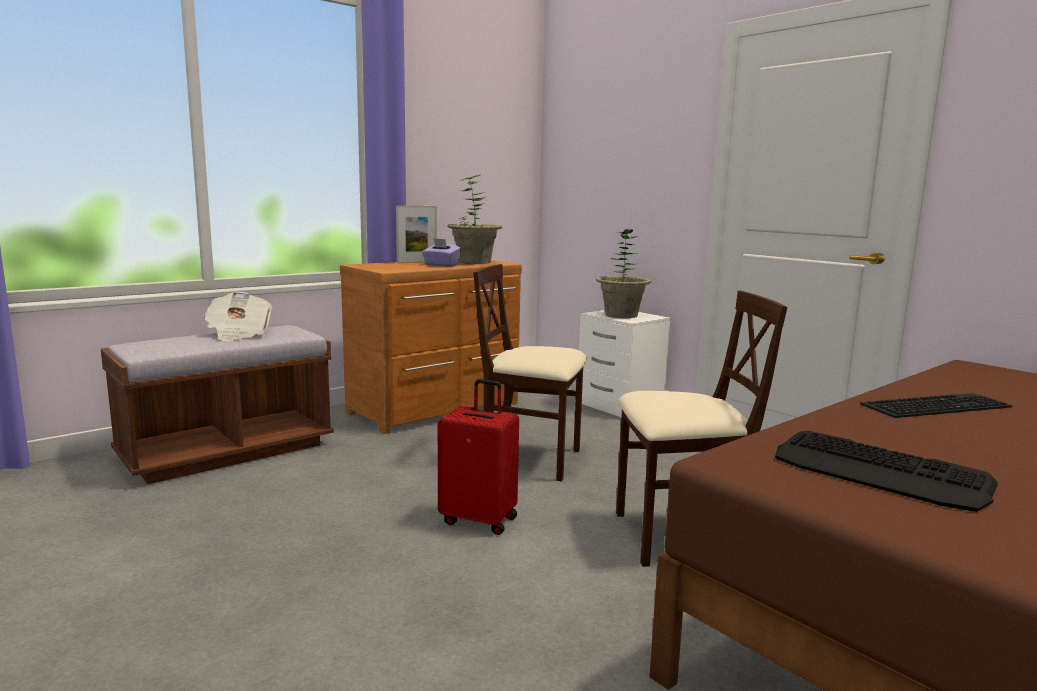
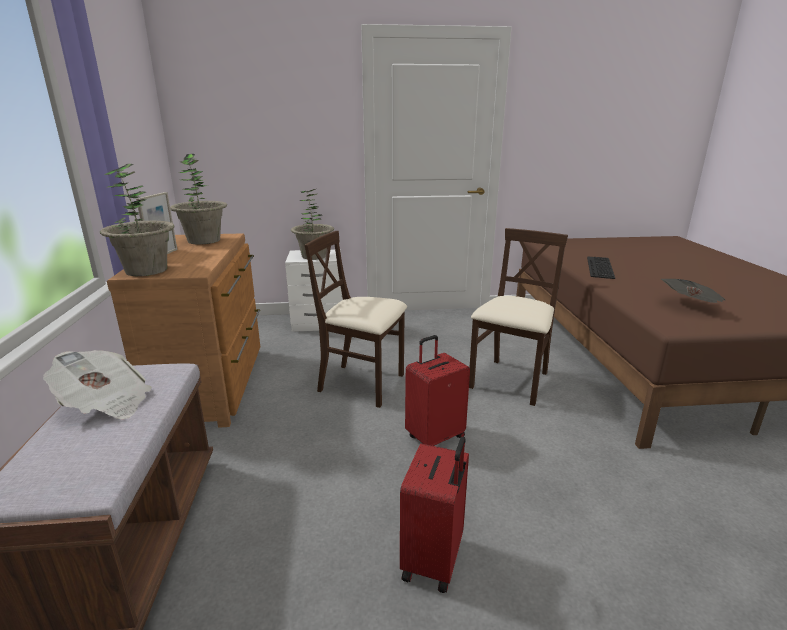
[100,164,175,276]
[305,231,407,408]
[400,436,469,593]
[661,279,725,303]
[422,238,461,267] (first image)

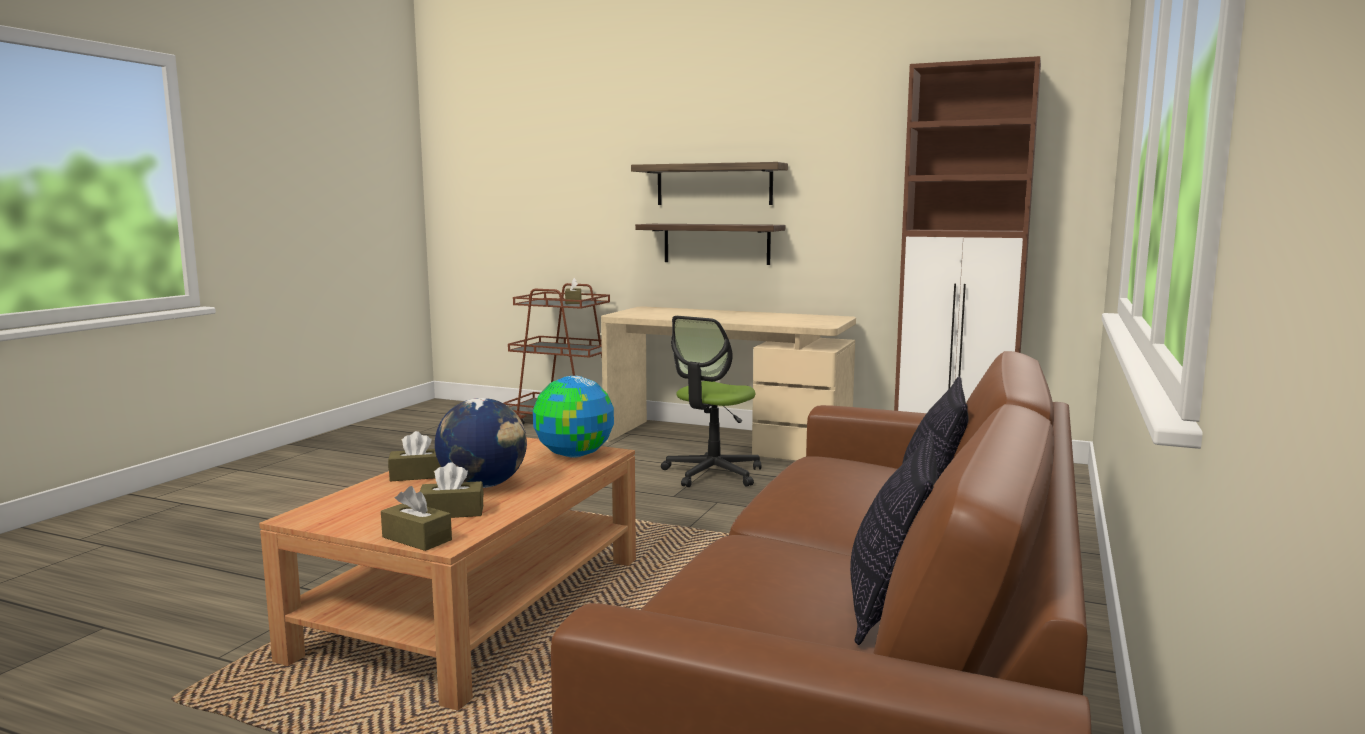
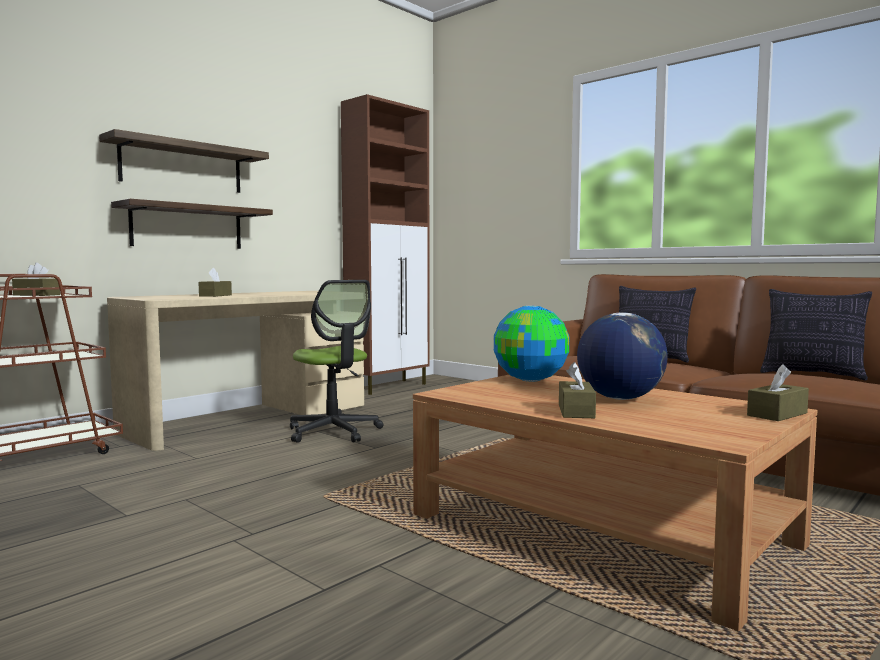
[198,267,232,297]

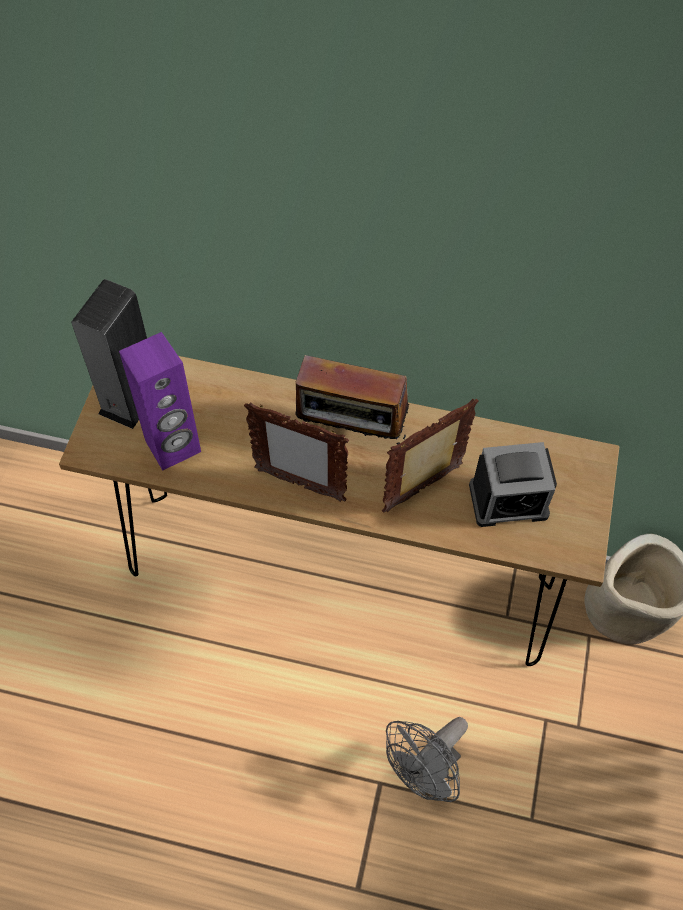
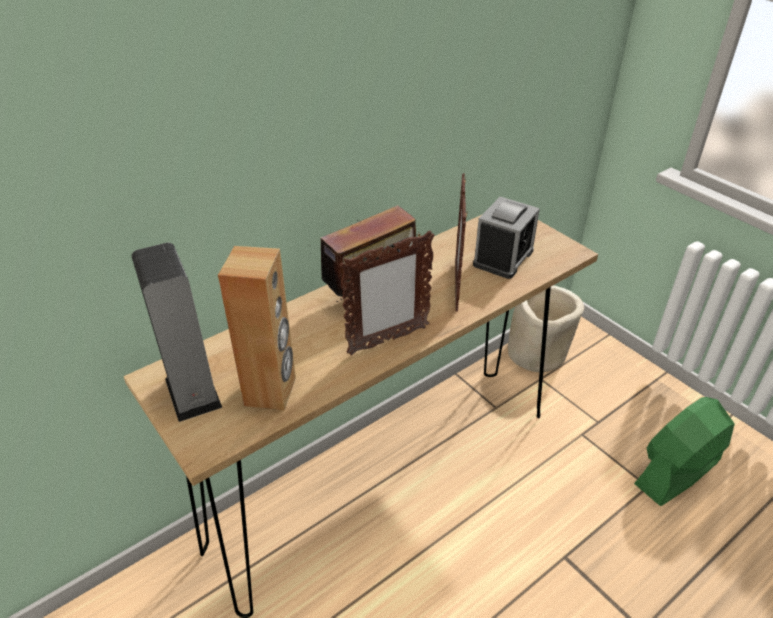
[218,246,296,410]
[634,397,735,506]
[386,717,468,802] (first image)

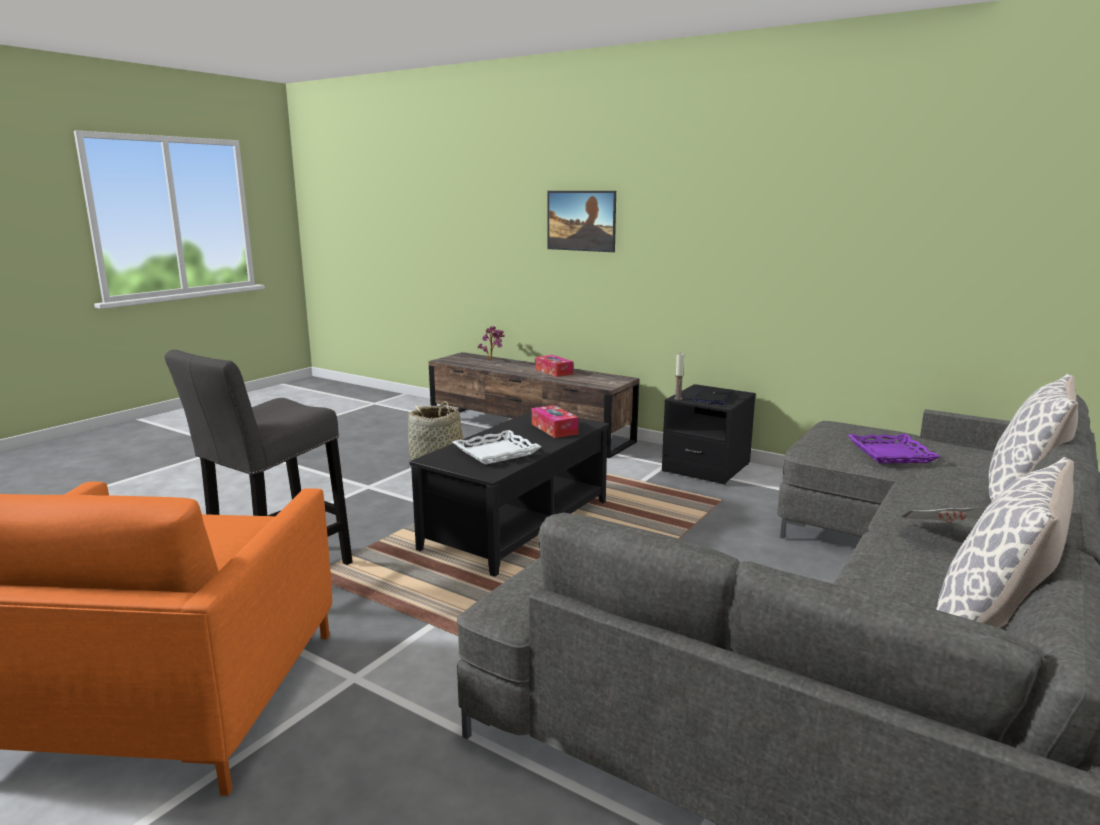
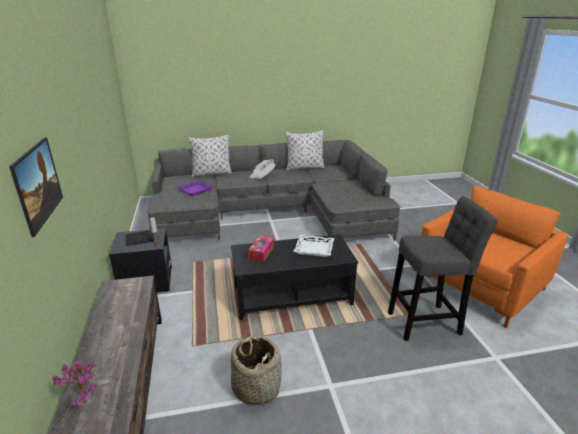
[535,355,573,377] (first image)

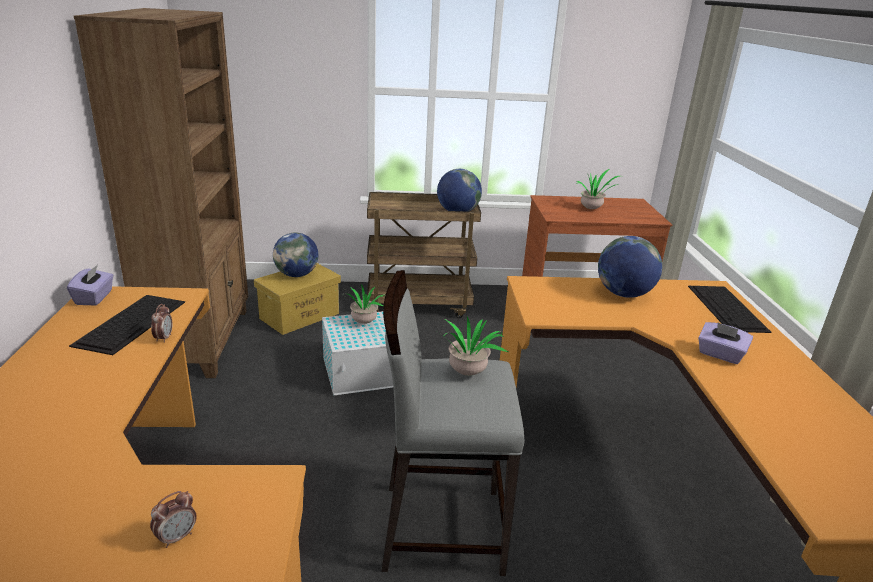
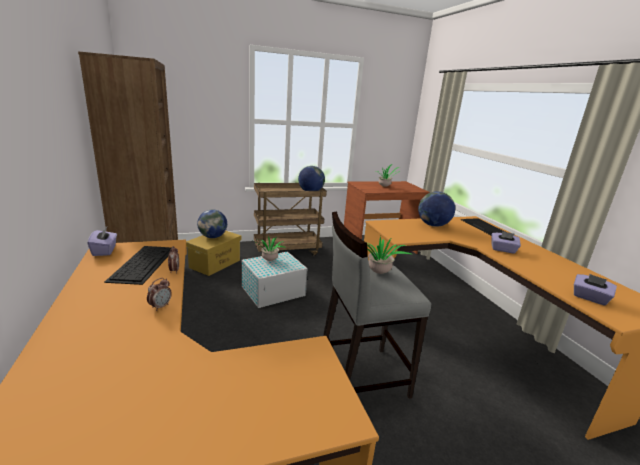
[147,278,172,311]
[574,274,617,306]

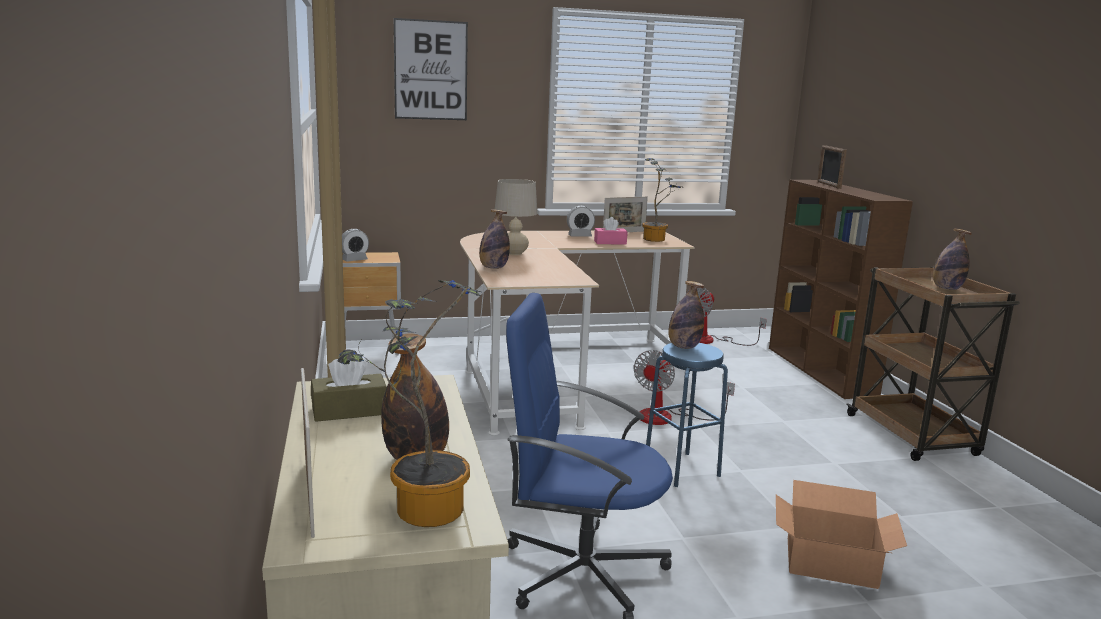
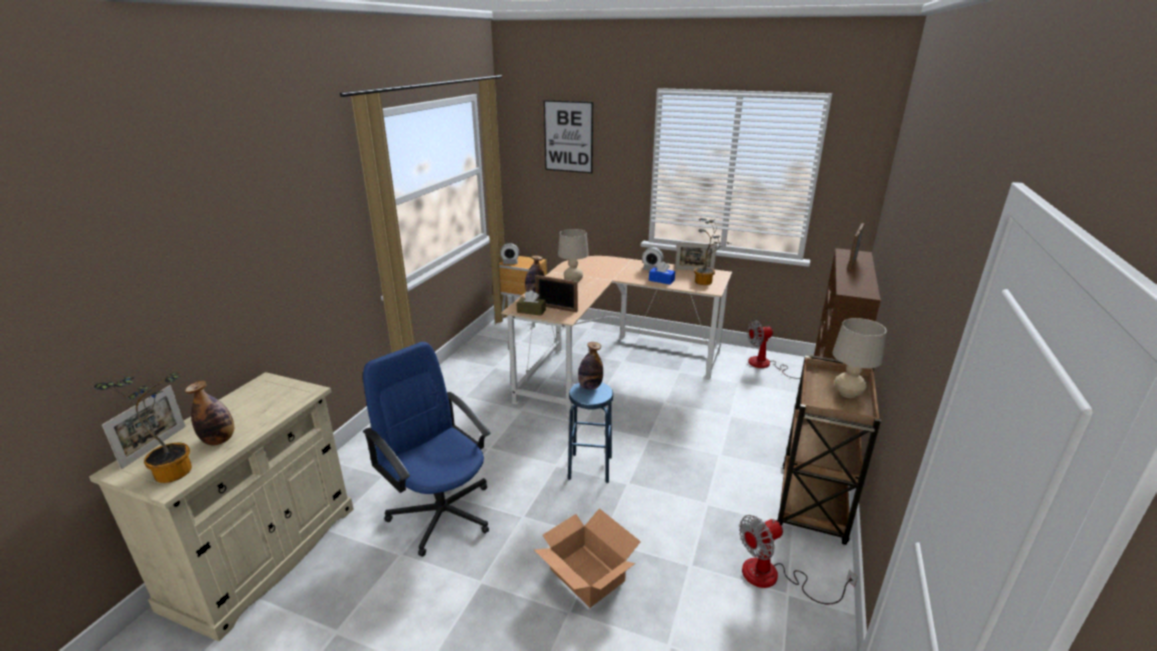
[516,290,546,316]
[535,275,578,312]
[649,262,675,285]
[739,515,858,604]
[833,318,887,398]

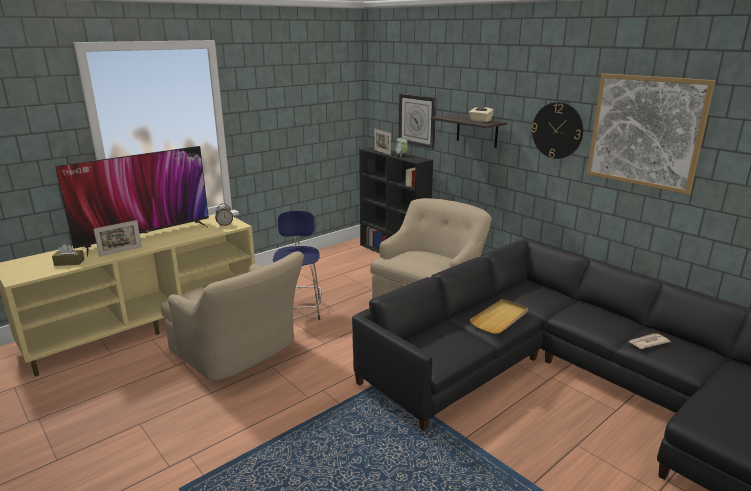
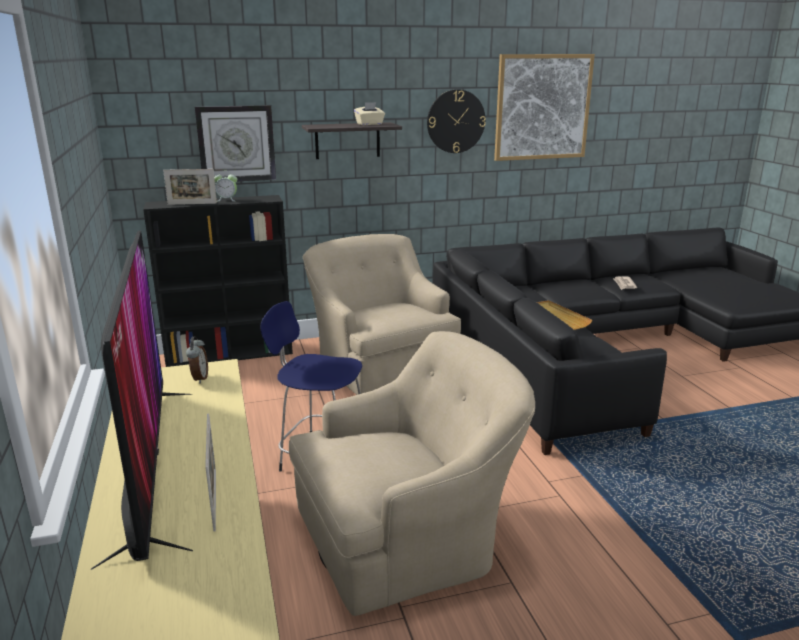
[52,244,85,266] (first image)

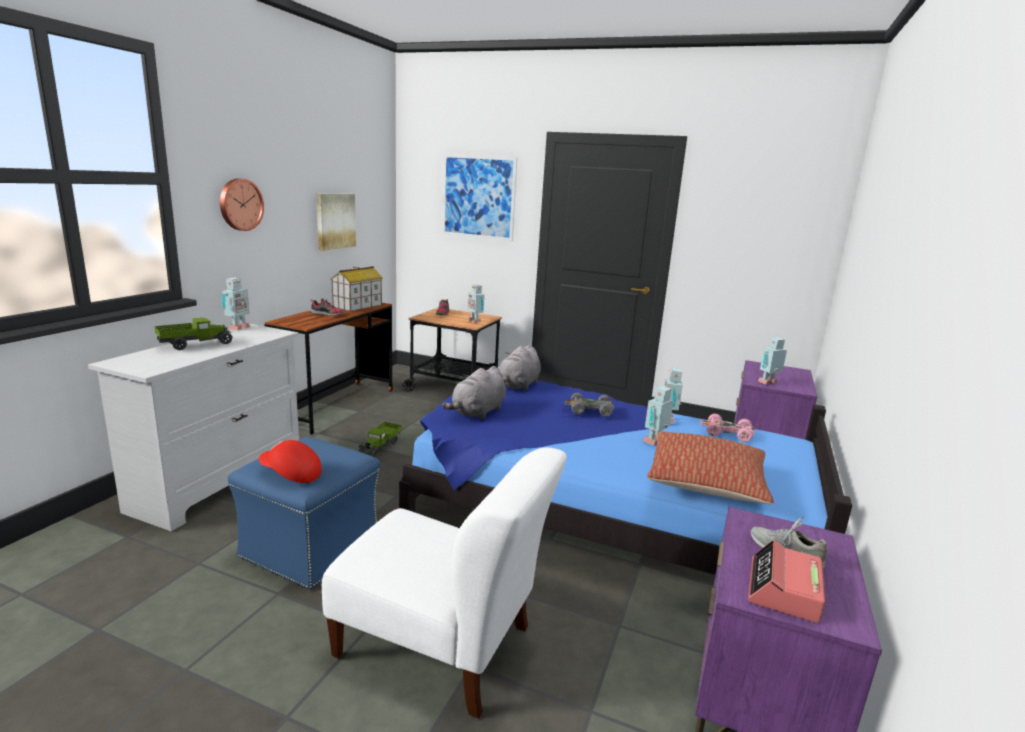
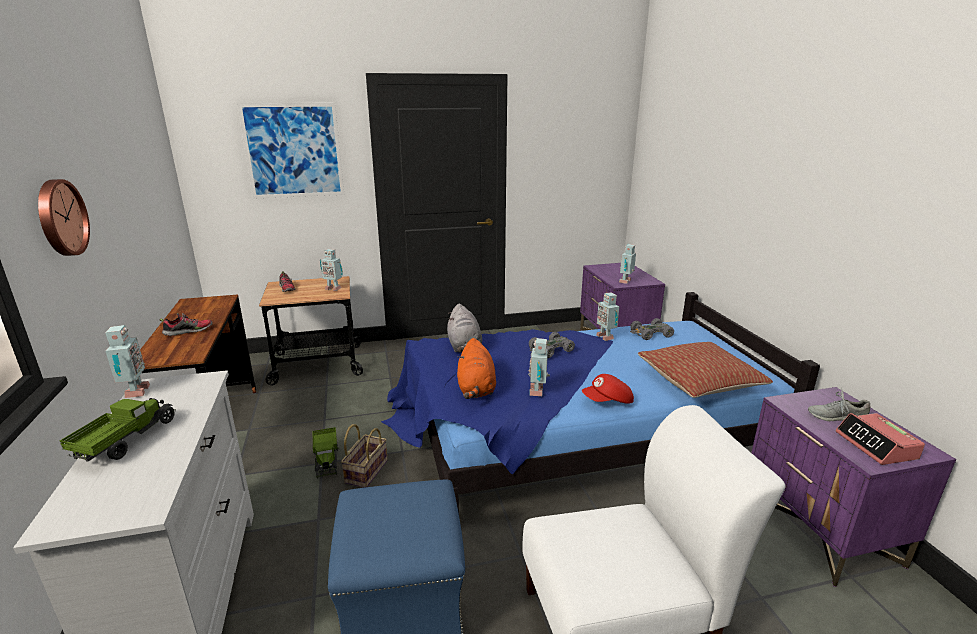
[341,424,388,488]
[457,338,496,399]
[528,338,550,396]
[582,374,634,404]
[630,318,674,340]
[316,194,356,251] (first image)
[330,266,383,312] (first image)

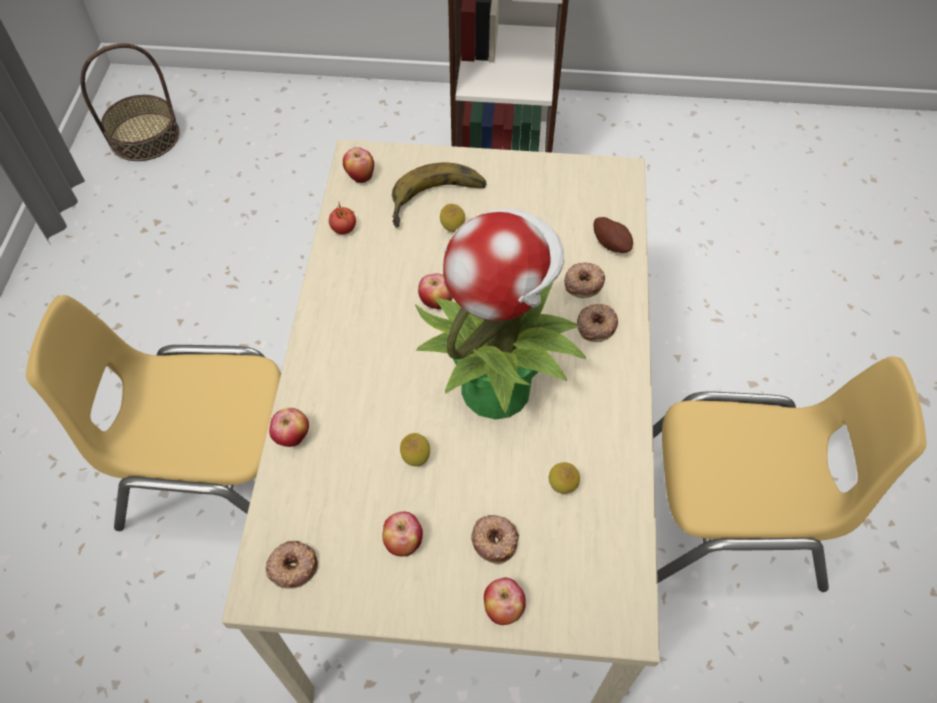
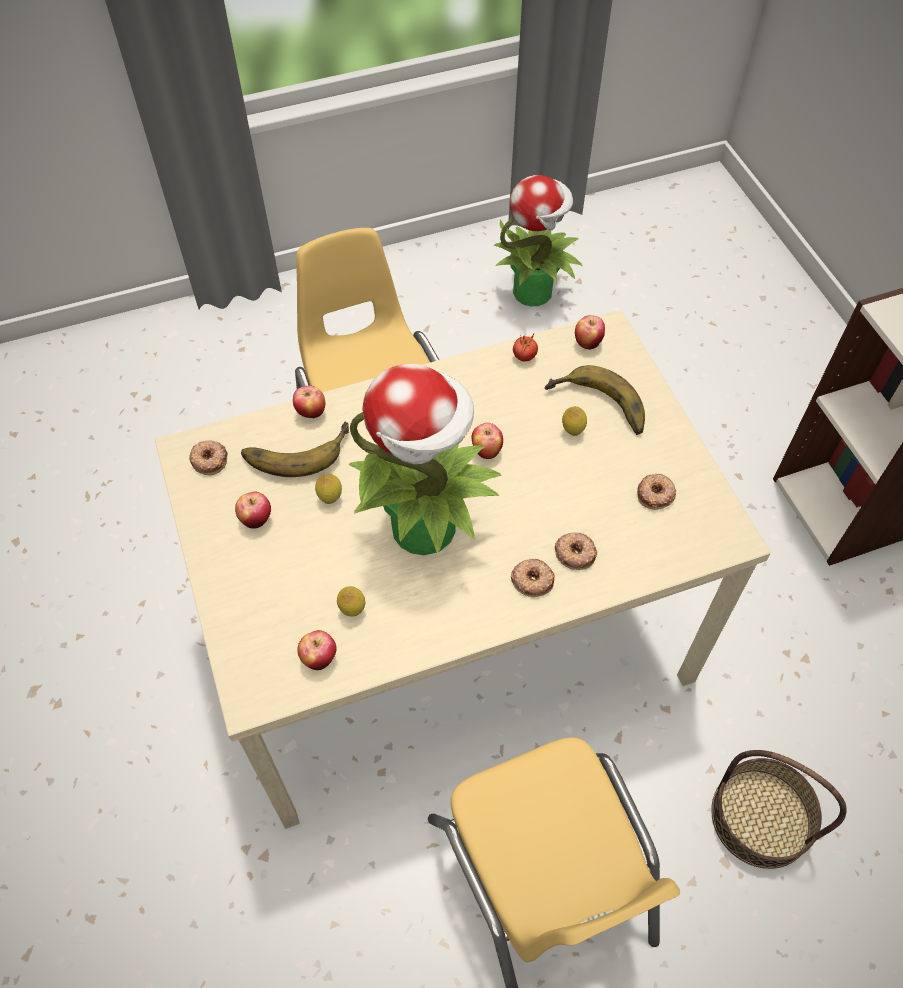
[241,422,349,477]
[297,630,336,670]
[493,175,582,307]
[637,474,676,510]
[711,750,847,869]
[594,217,633,253] (first image)

